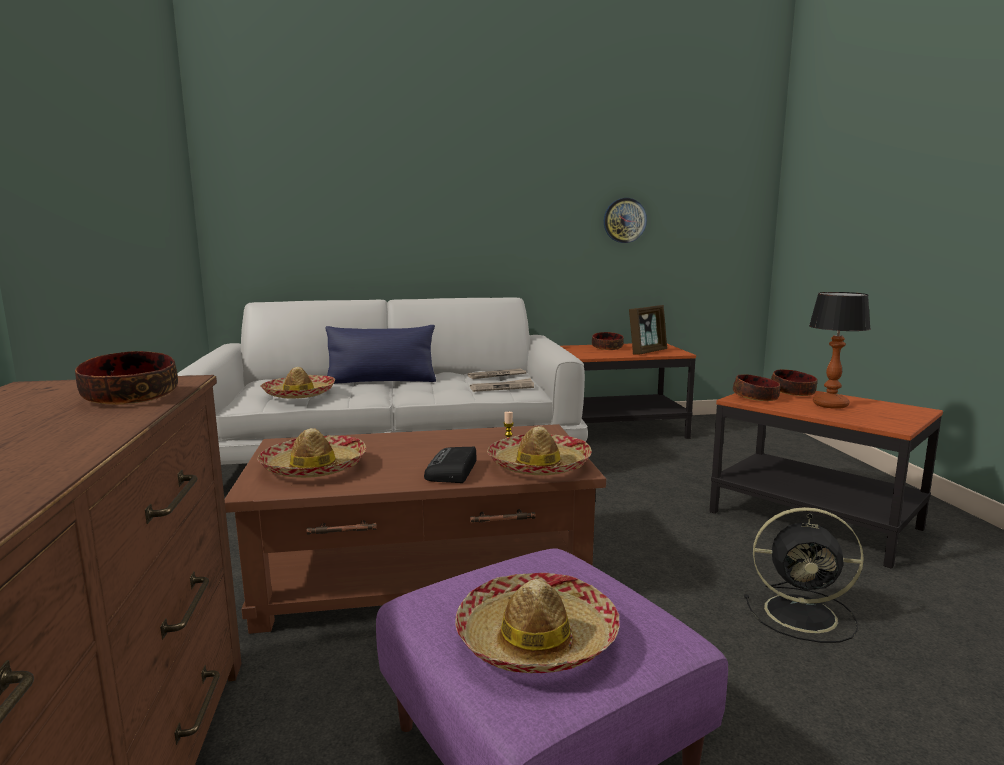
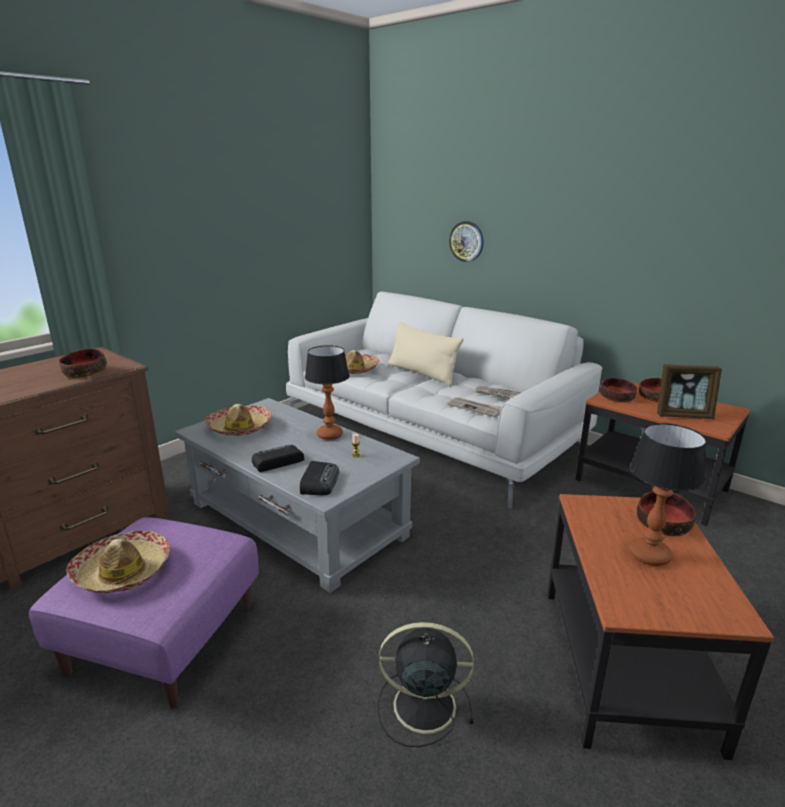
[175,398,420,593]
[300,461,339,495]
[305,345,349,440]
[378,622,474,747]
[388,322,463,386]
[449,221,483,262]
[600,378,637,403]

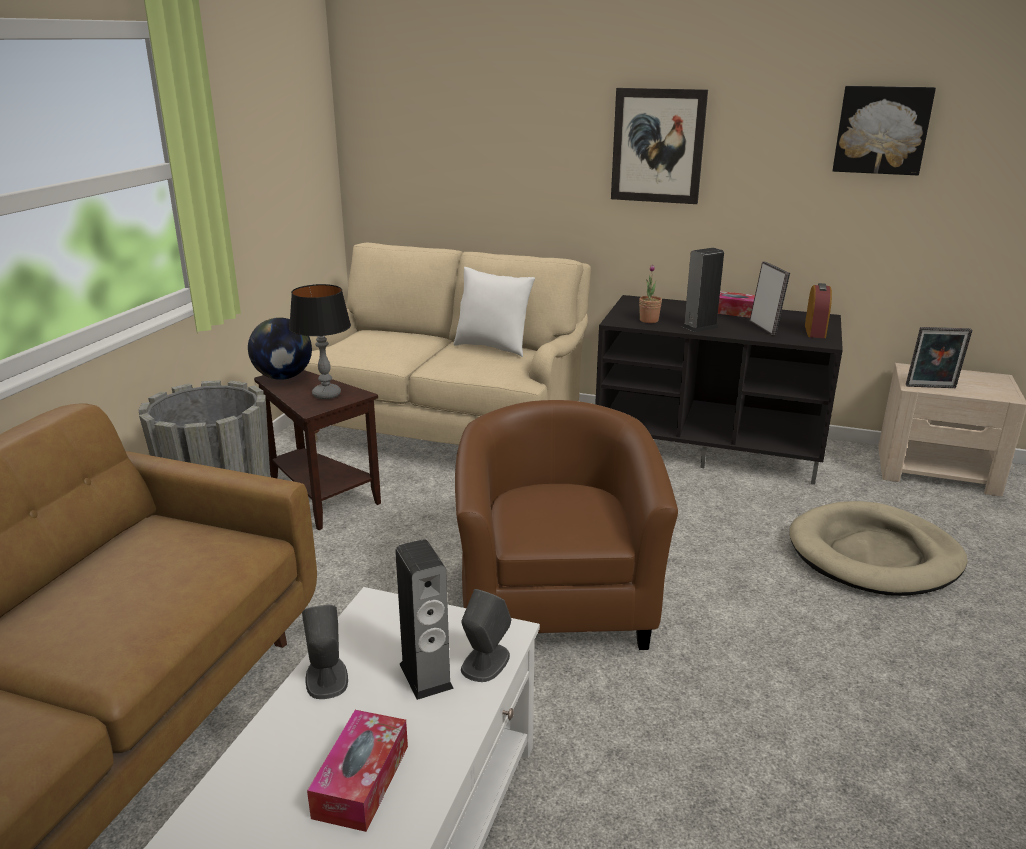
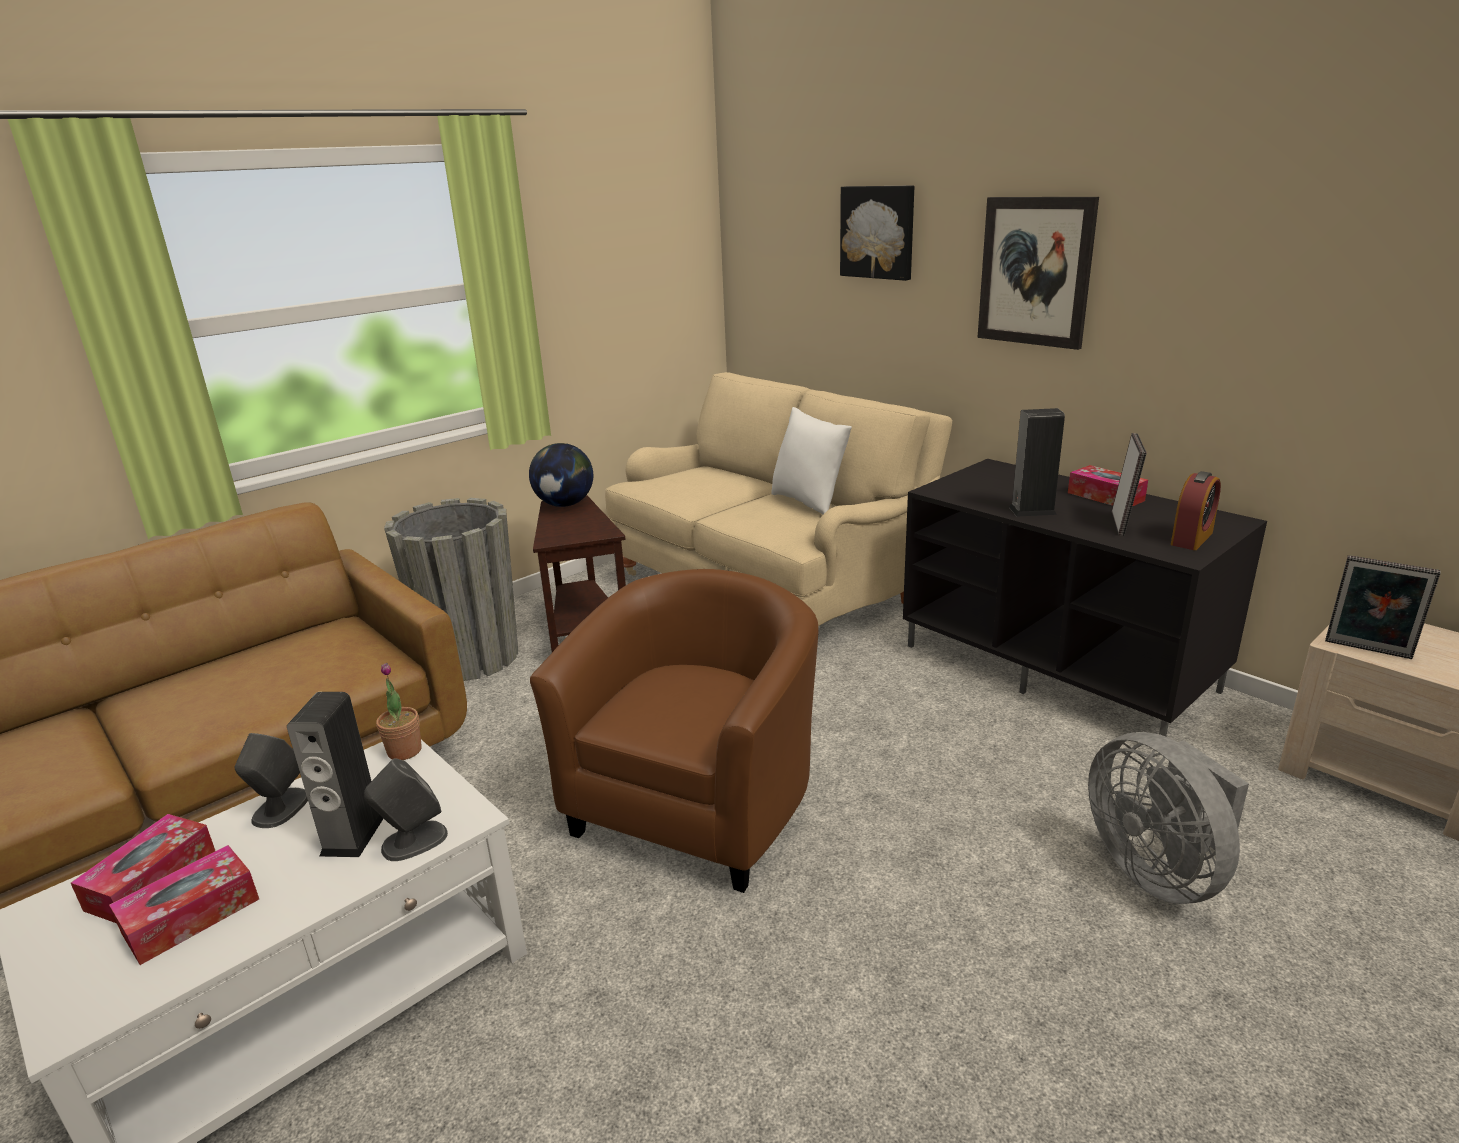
[71,814,215,923]
[376,663,422,760]
[840,185,914,281]
[1088,732,1249,904]
[289,284,351,399] (first image)

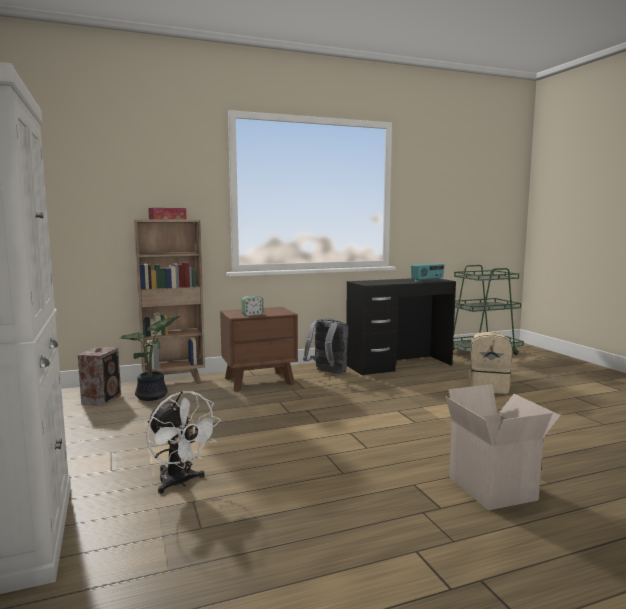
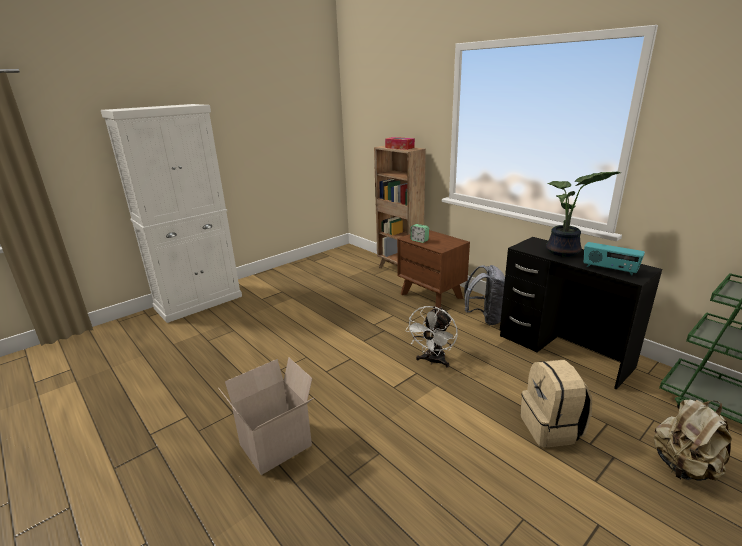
[405,306,458,368]
[546,172,621,257]
[653,399,732,481]
[78,347,121,406] (first image)

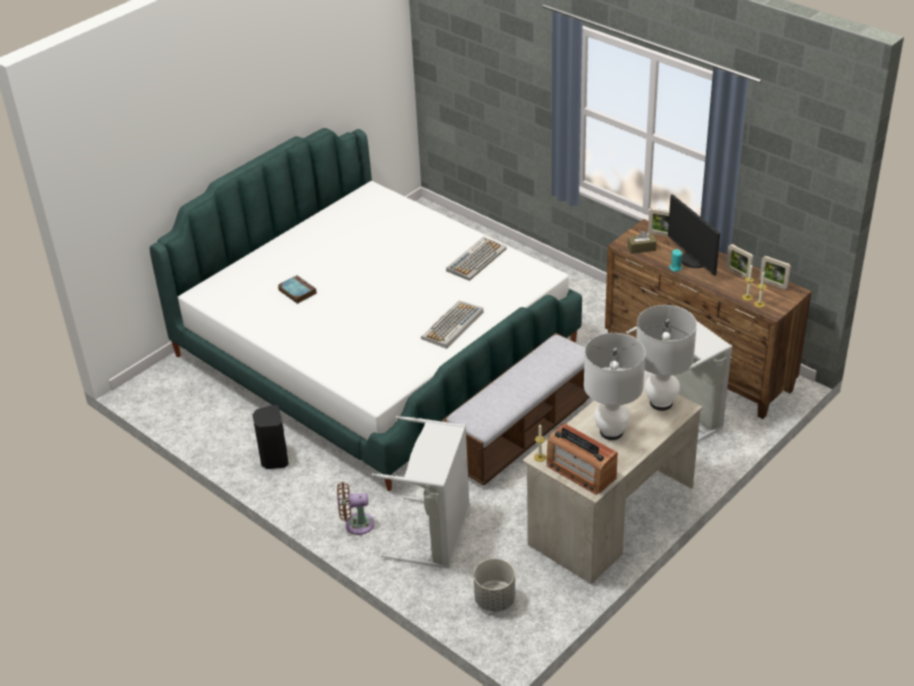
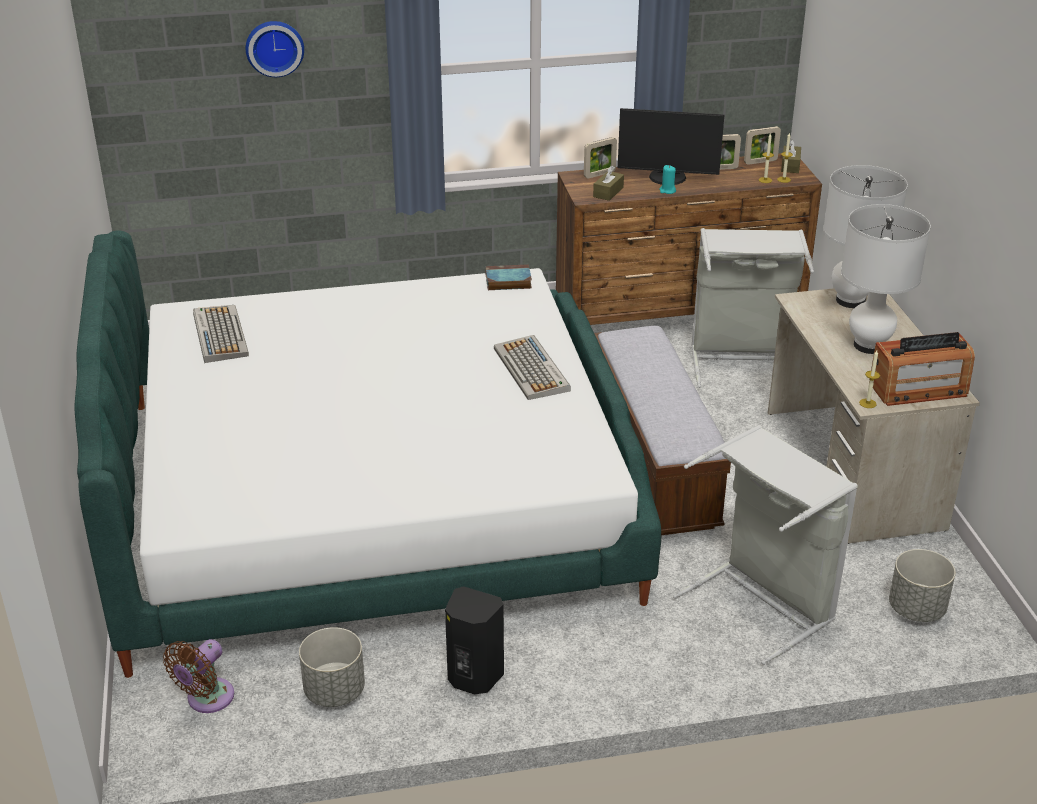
[163,639,234,713]
[193,305,249,363]
[246,21,304,77]
[299,627,365,707]
[485,264,532,290]
[781,139,801,173]

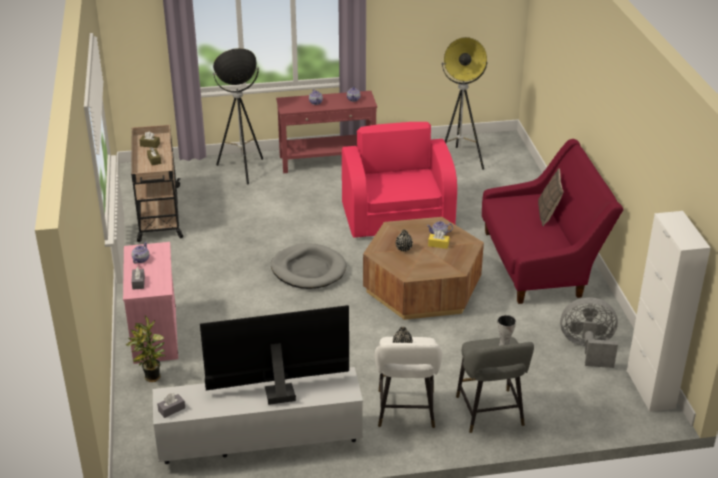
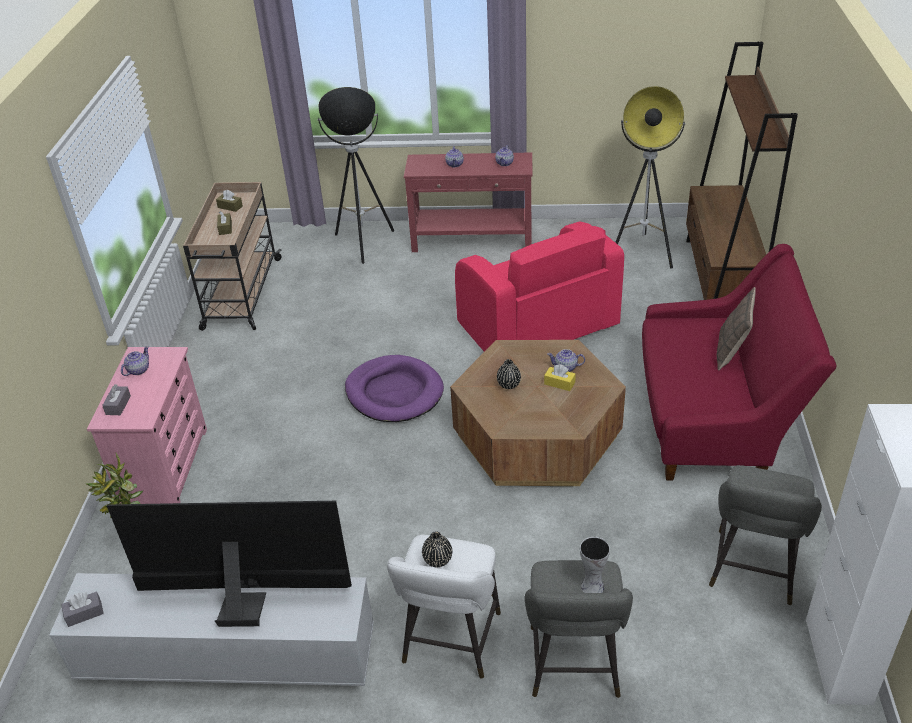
[345,355,444,422]
[455,221,624,352]
[686,42,798,300]
[709,465,822,605]

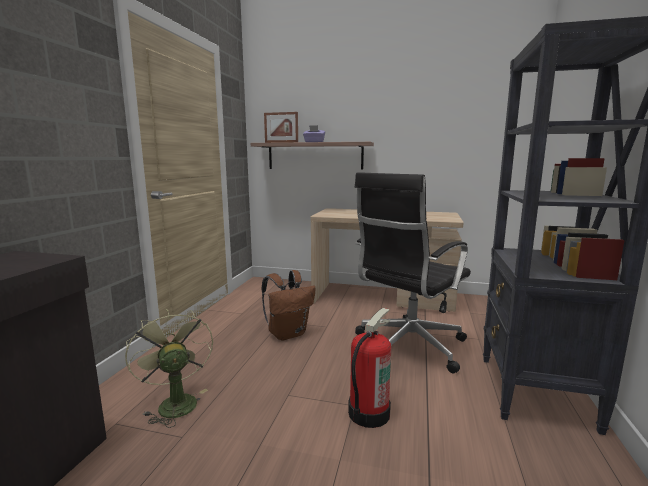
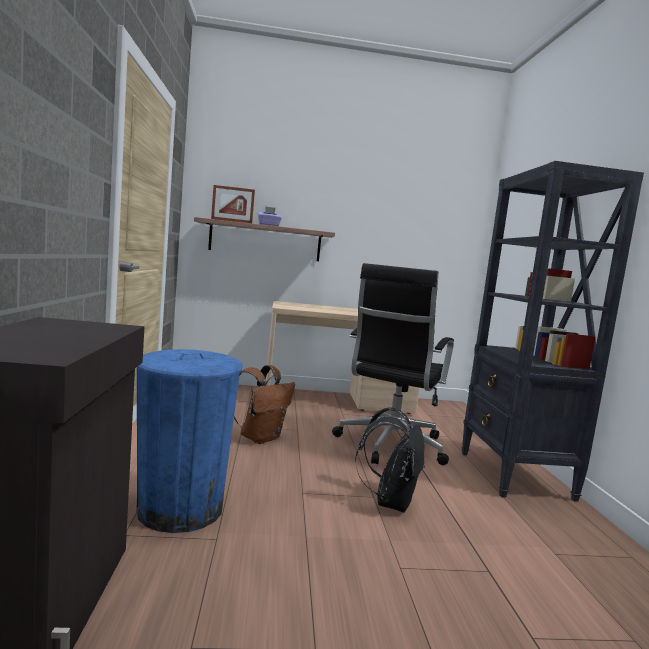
[136,349,243,533]
[355,407,425,513]

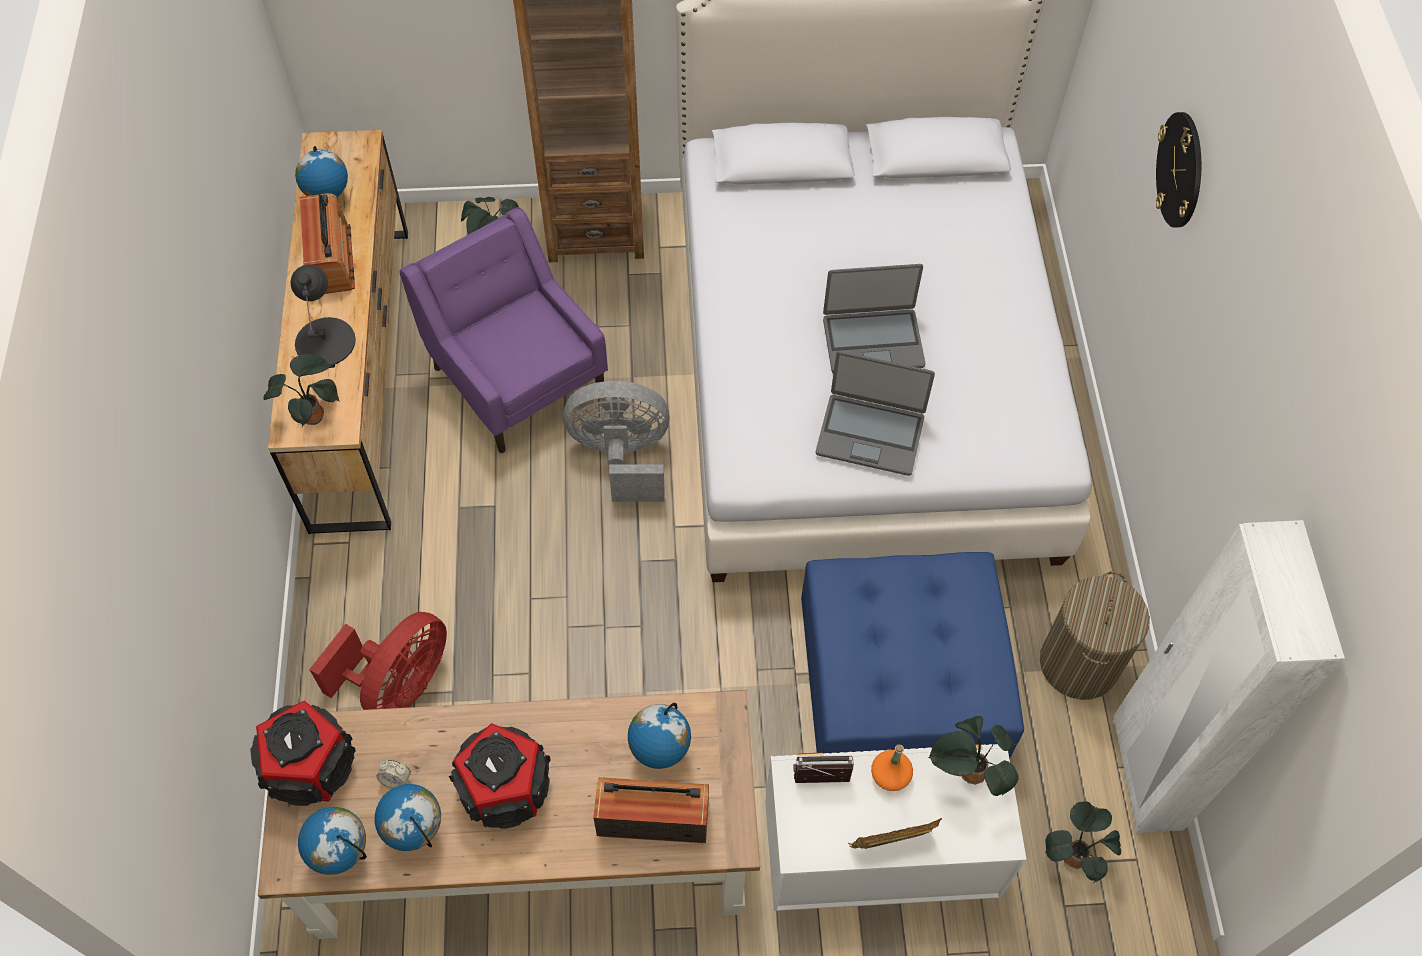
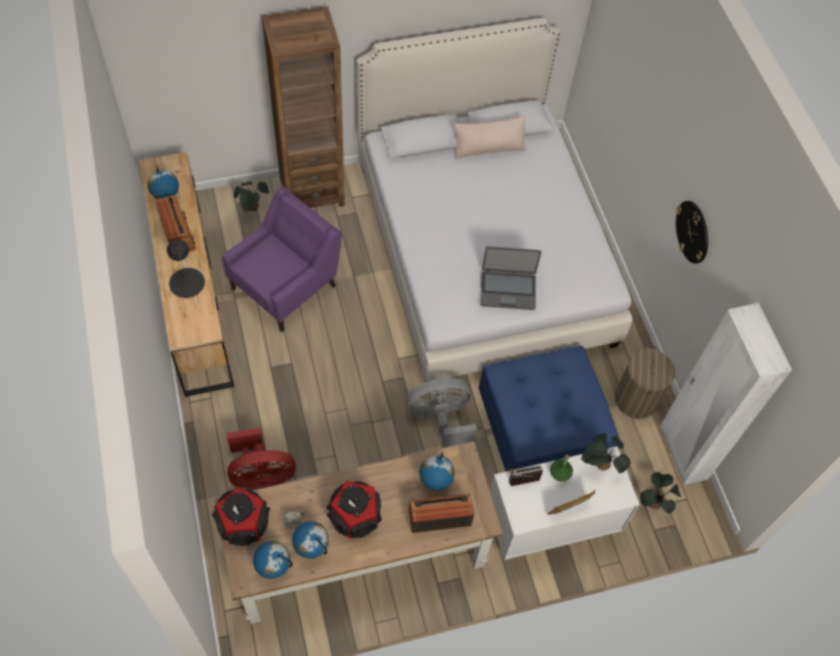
[222,187,342,332]
[226,428,296,489]
[407,378,477,448]
[454,116,526,159]
[550,455,573,481]
[676,201,708,264]
[263,354,339,428] (first image)
[823,264,926,373] (first image)

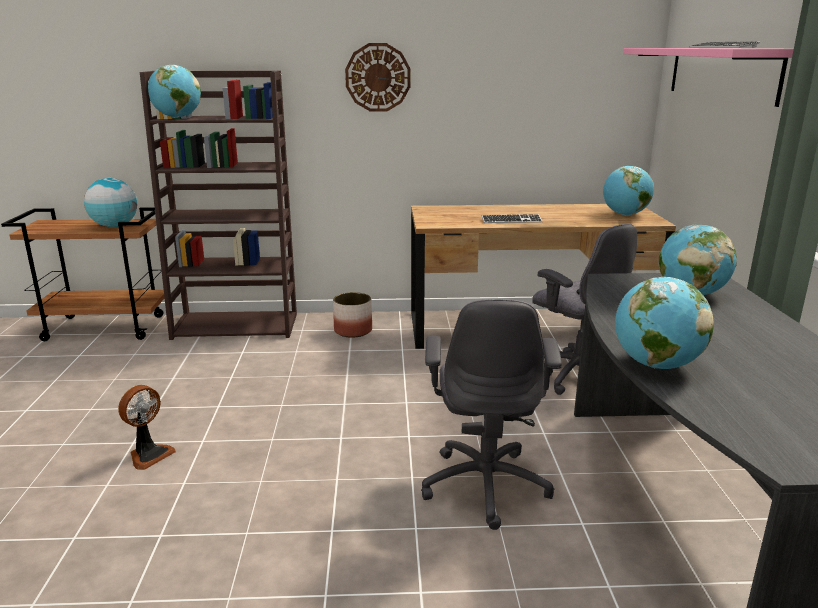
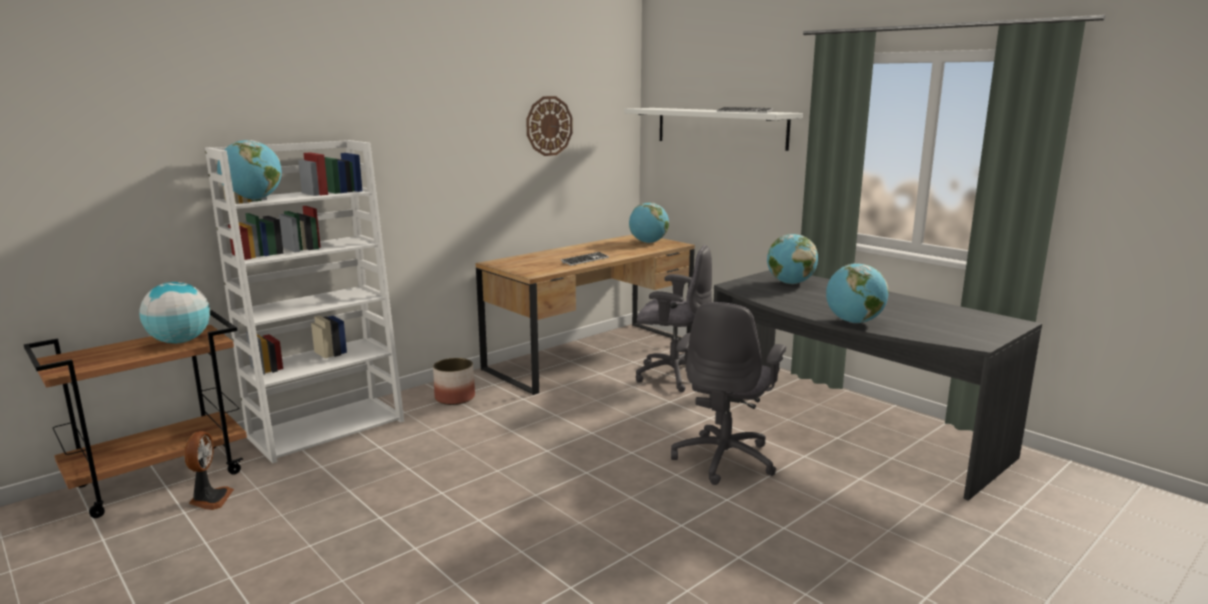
[184,431,234,510]
[205,140,404,463]
[526,96,573,156]
[624,108,803,151]
[671,302,786,485]

